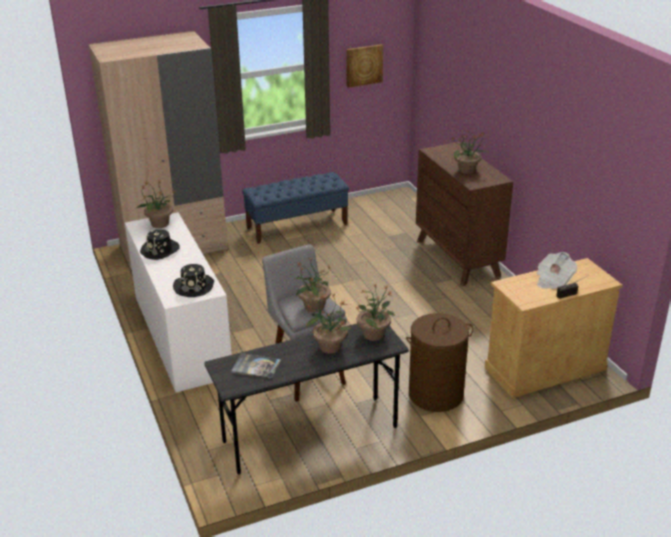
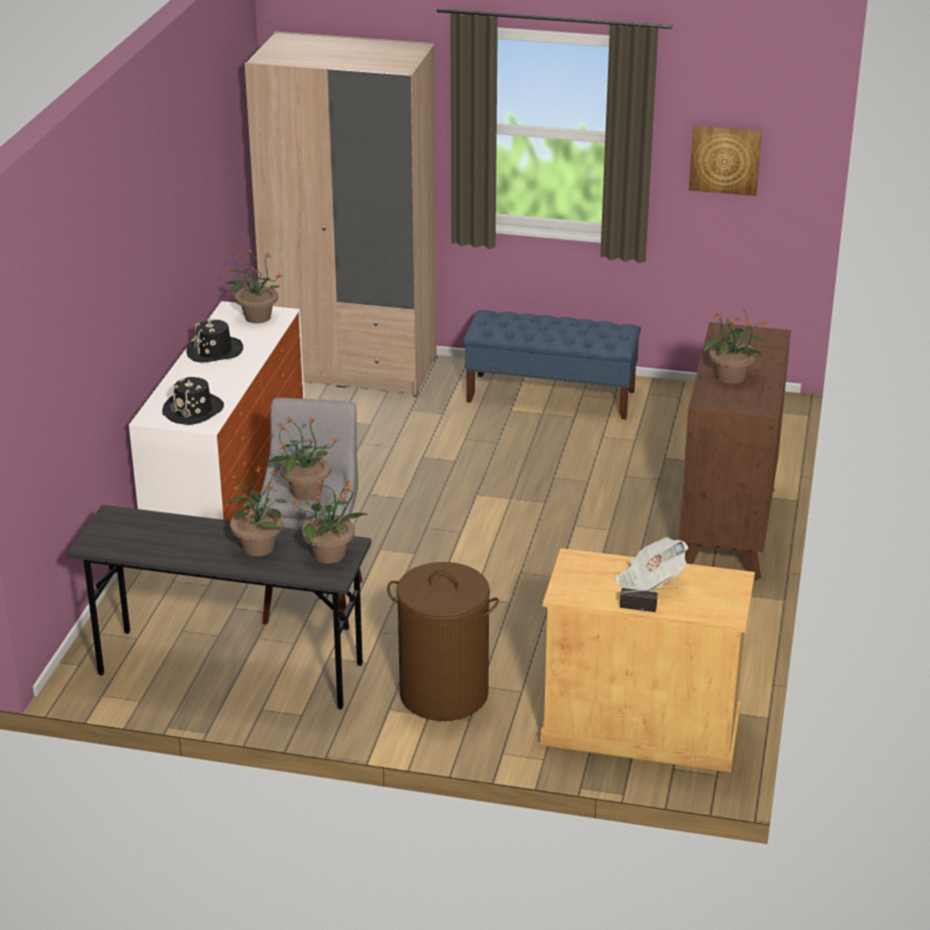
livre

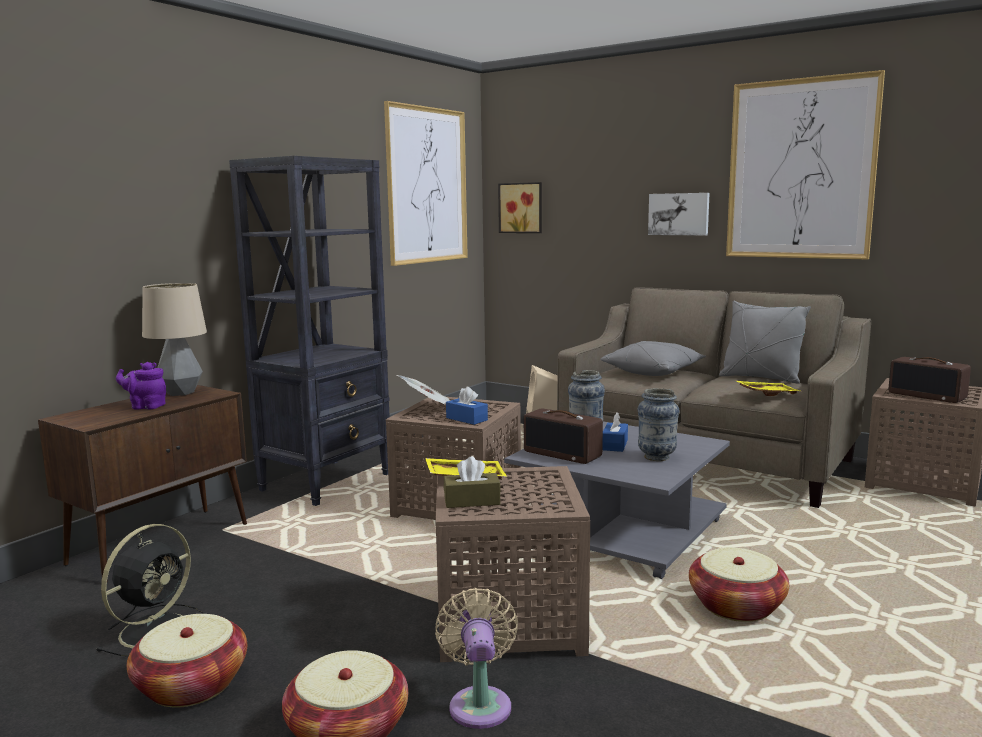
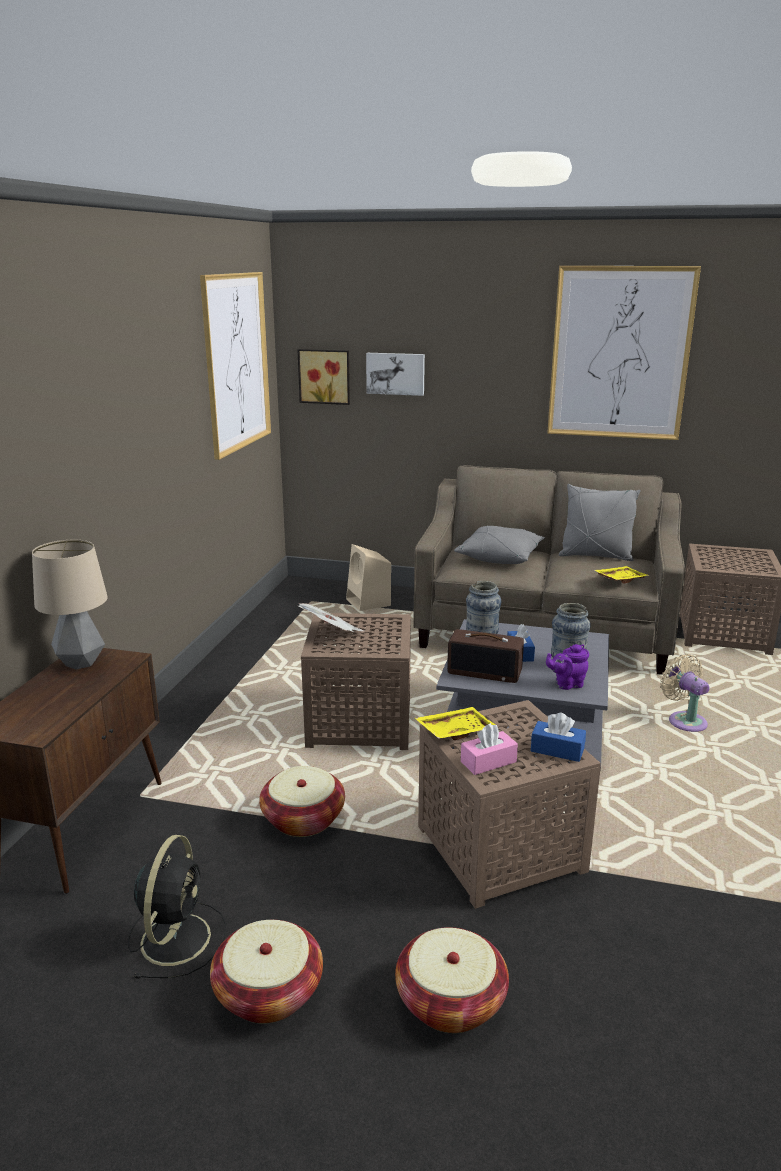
bibliothèque/noir
tableau (3rd from left)
radio (2nd from left in the first image)
théière/violet
boîte à mouchoirs/bleu (2nd from left)
boîte à mouchoirs/rose
panier (2nd from left)
ventilateur/beige

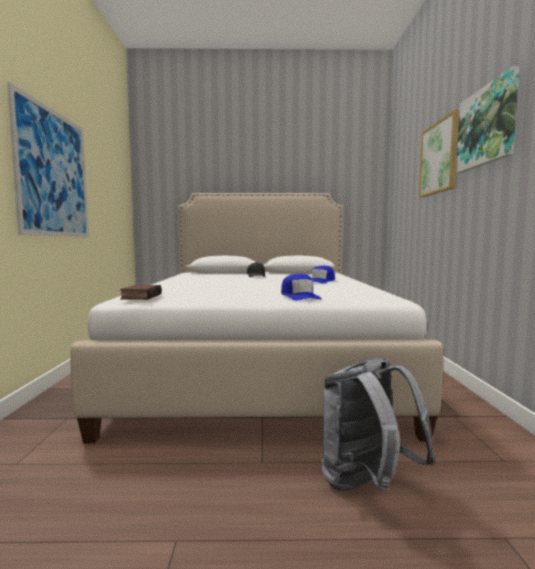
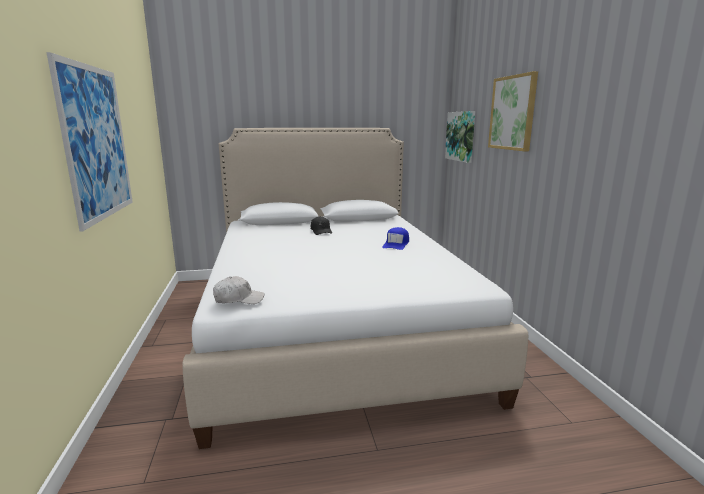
tableau (2nd from left)
casquette/bleu (1st from left in the first image)
casquette/blanc
sac à dos/gris

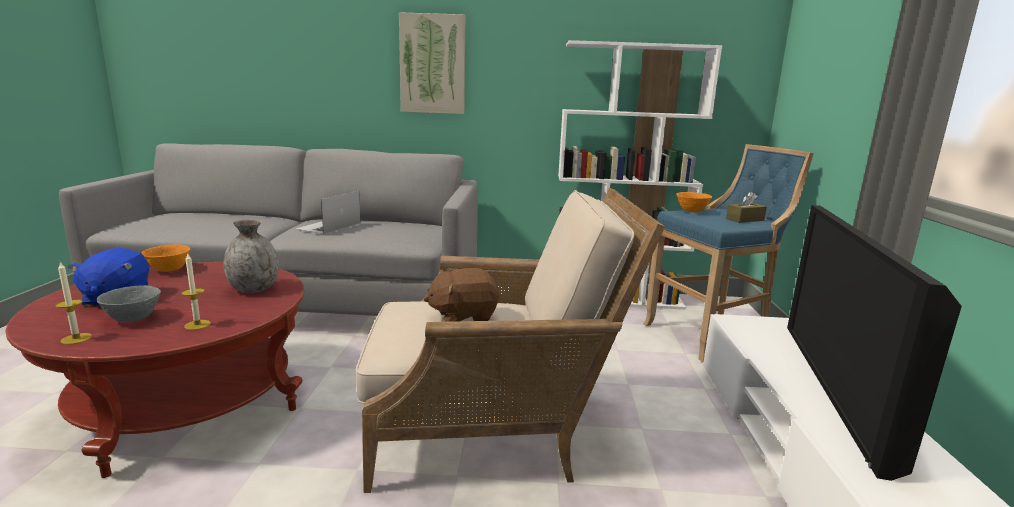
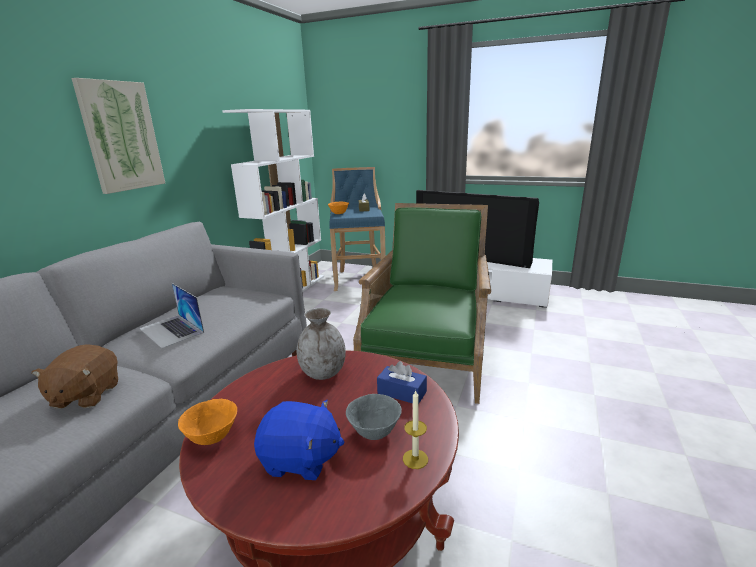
fauteuil/vert
boîte à mouchoirs/bleu
peluche/marron

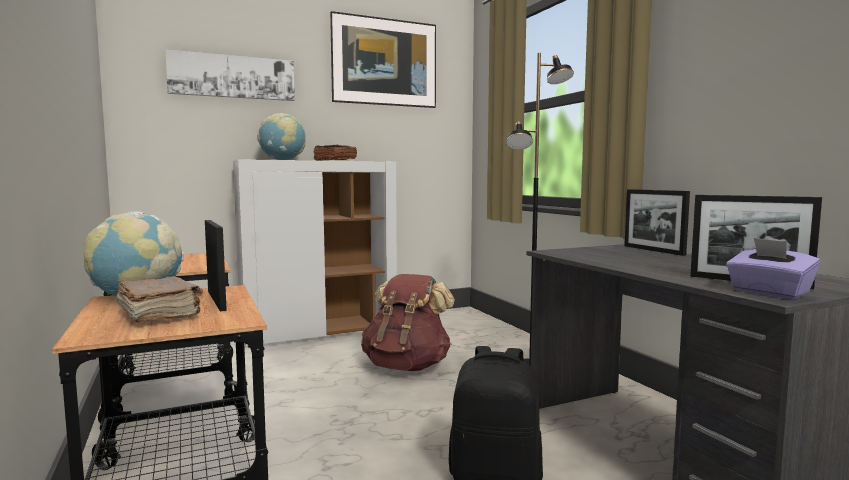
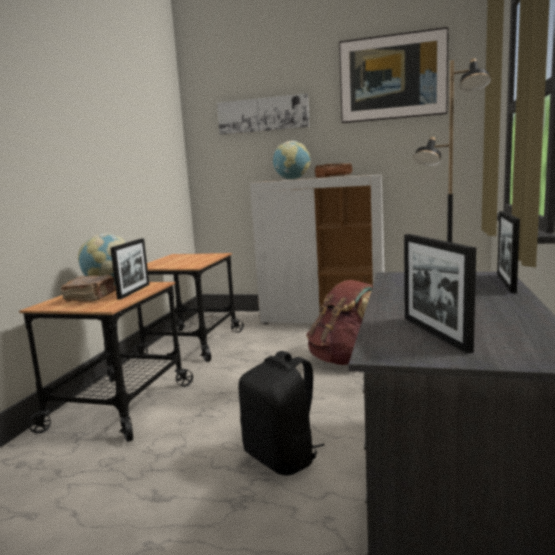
boîte à mouchoirs/violet

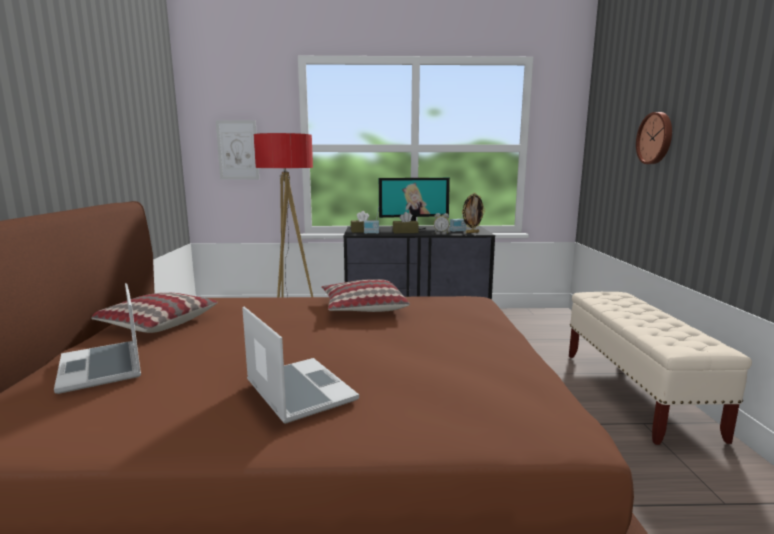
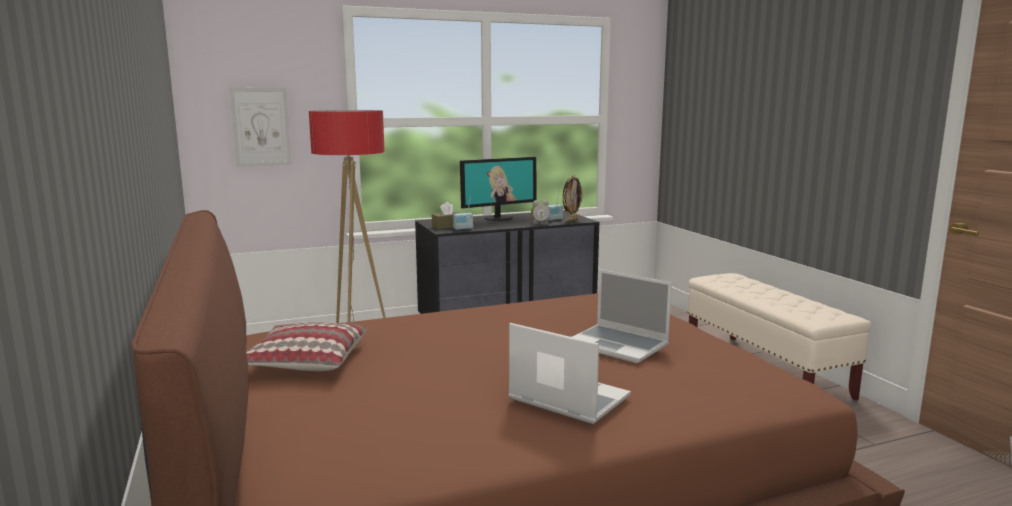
horloge murale
boîte à mouchoirs/marron (2nd from left in the first image)
coussin (2nd from left in the first image)
ordinateur portable (2nd from left)

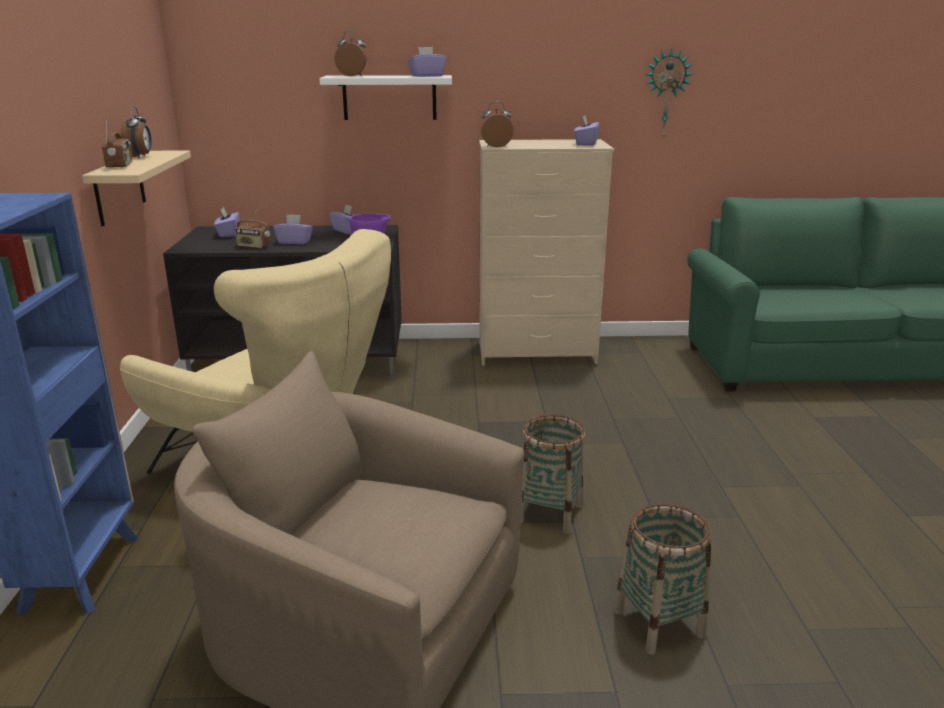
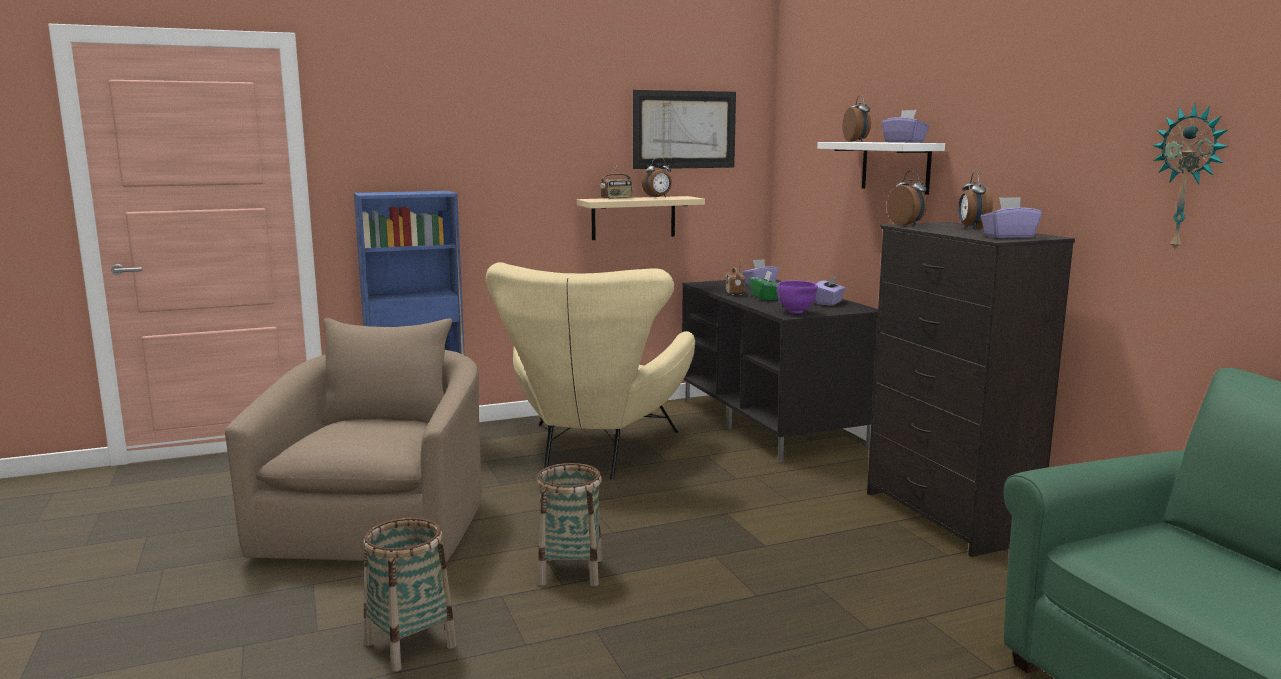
commode/noir
boîte à mouchoirs/vert
tableau
réveil (4th from left)

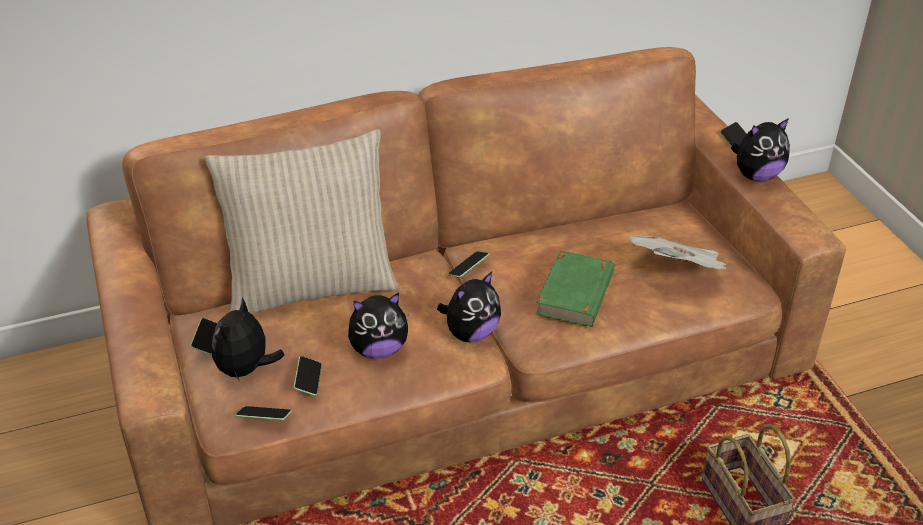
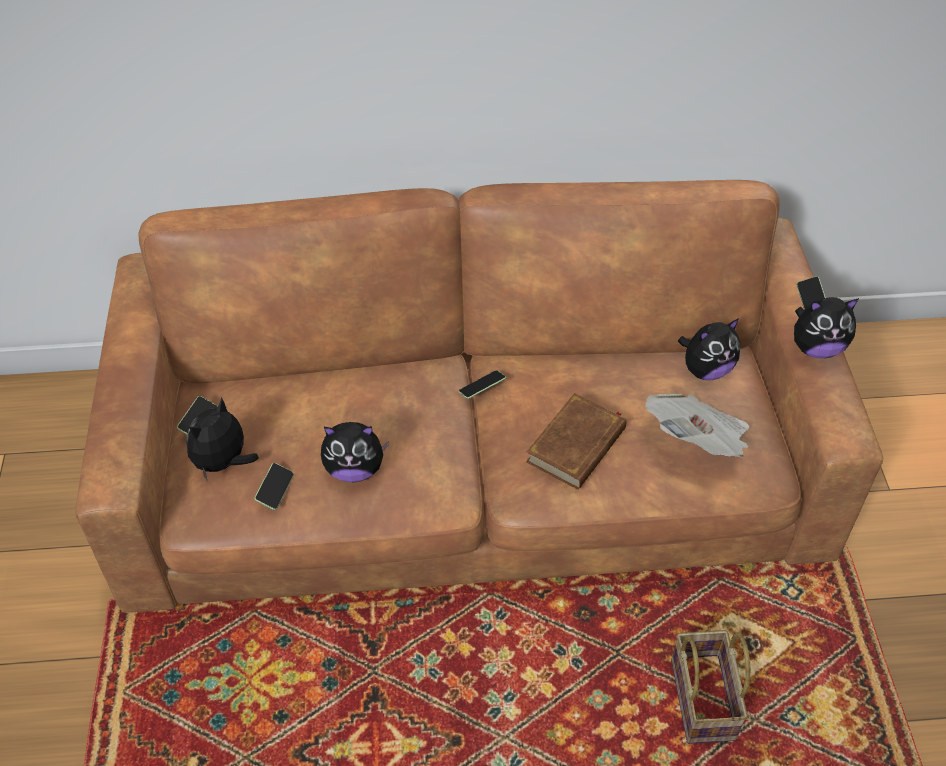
coussin/beige
livre/marron
peluche (3rd from left)
téléphone (2nd from left in the first image)

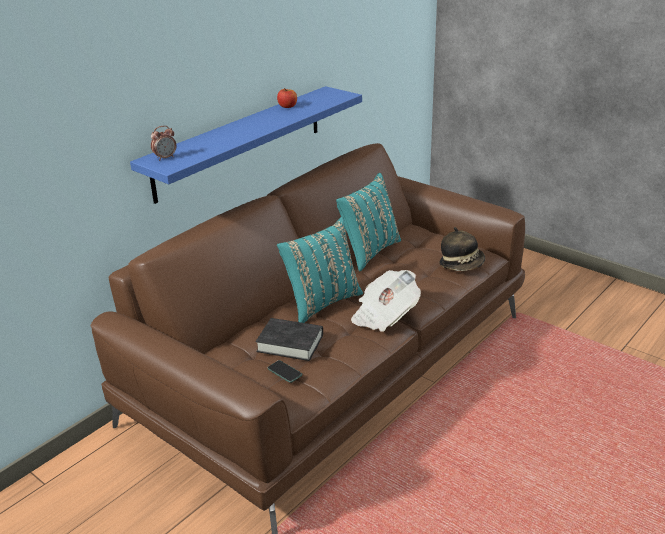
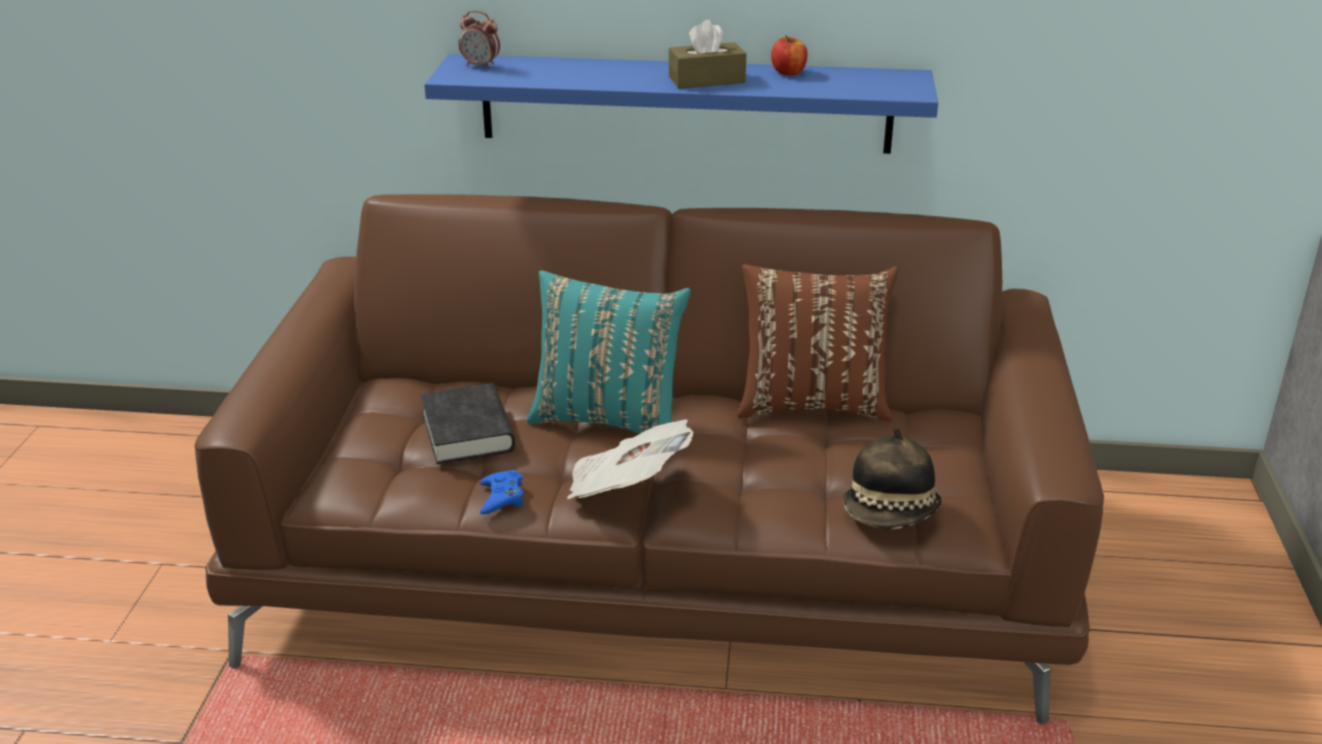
coussin/marron
téléphone
boîte à mouchoirs/marron
manette/bleu

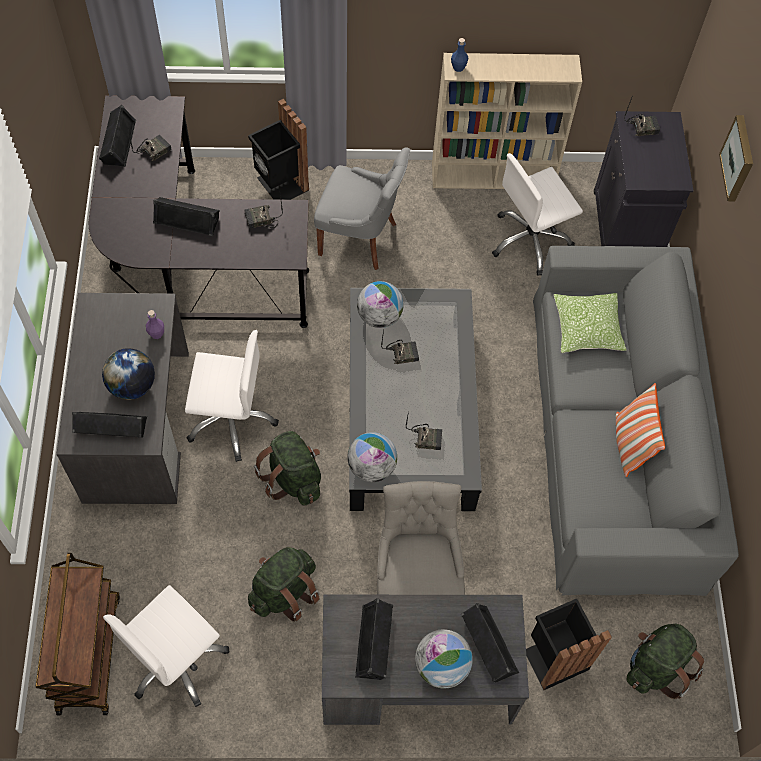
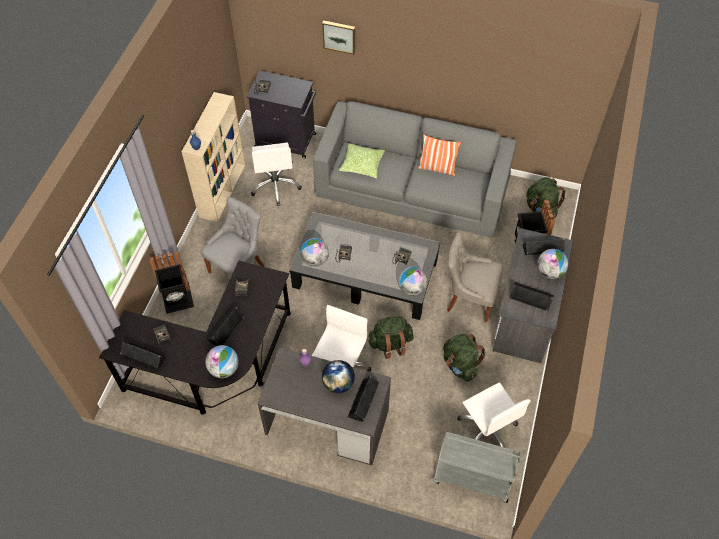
chariot/gris
globe (1st from left)

